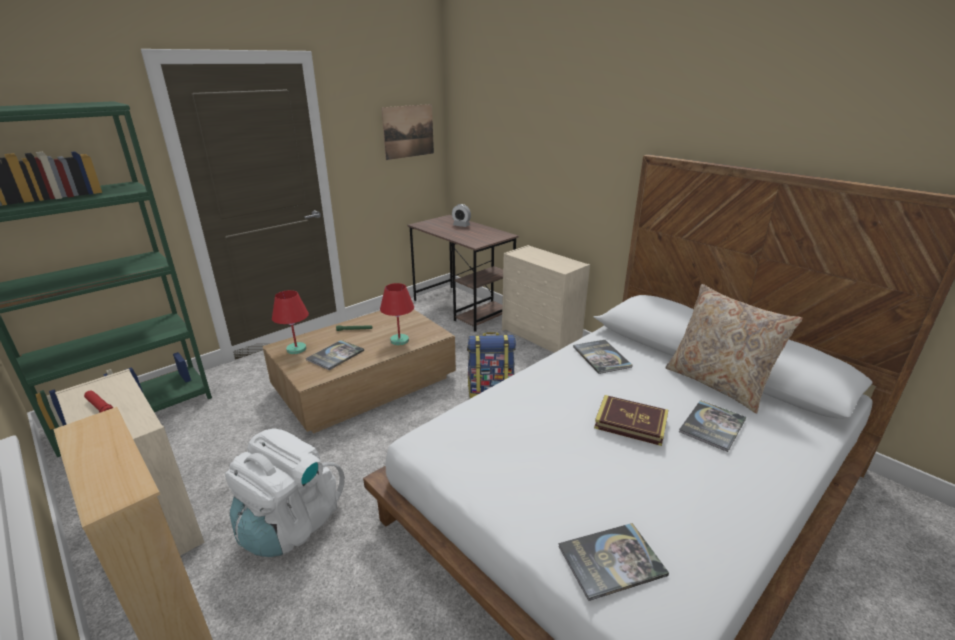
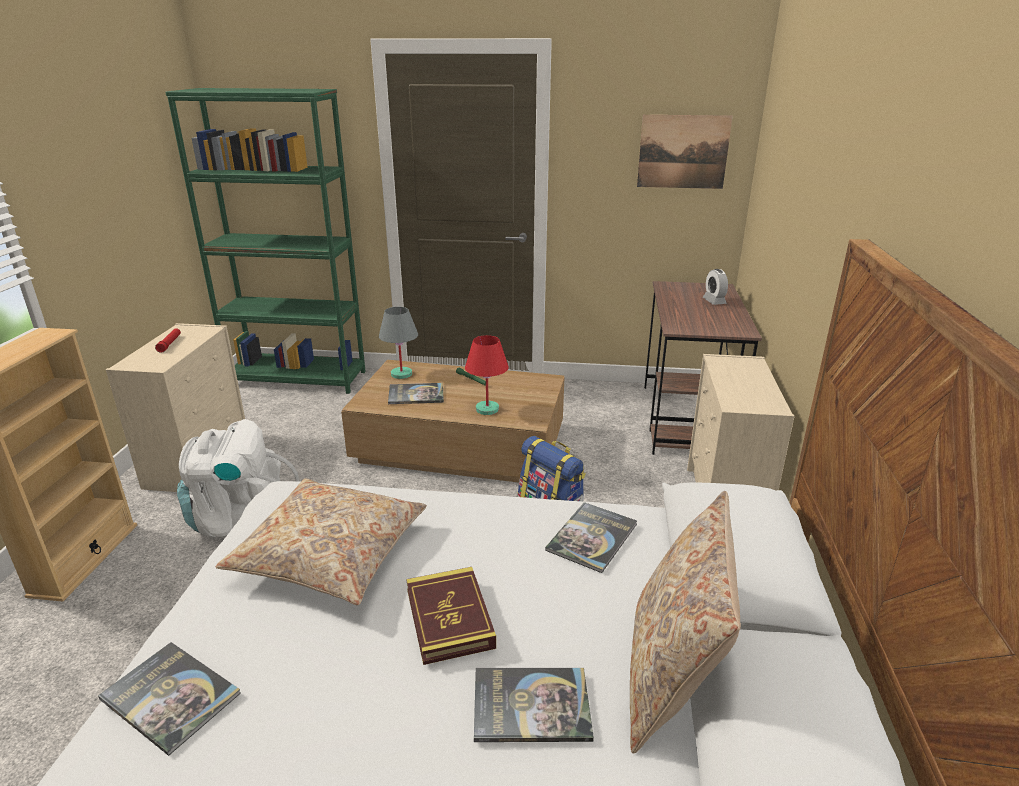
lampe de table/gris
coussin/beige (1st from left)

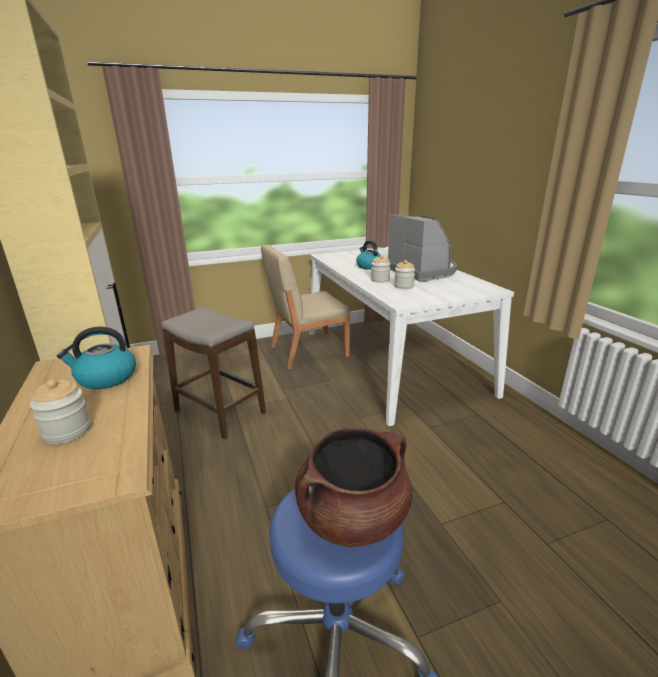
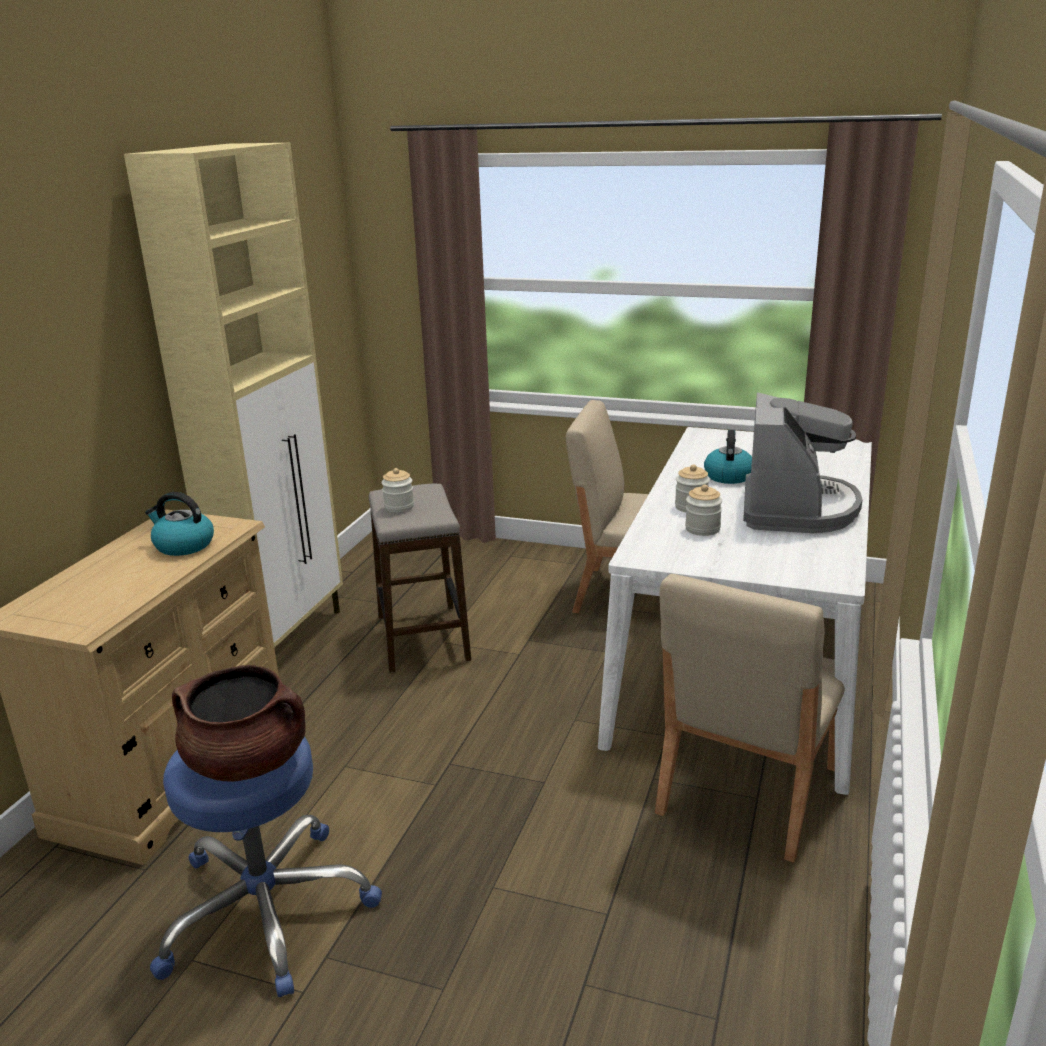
bocal (1st from left)
chaise/beige (2nd from left)

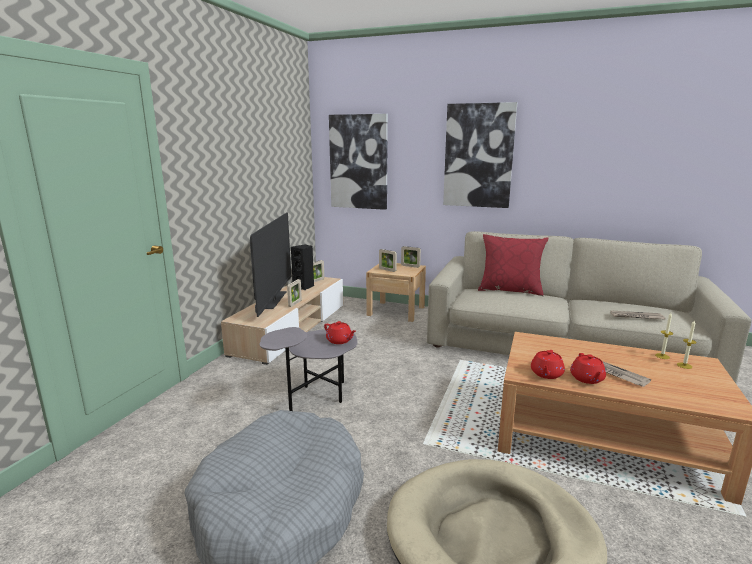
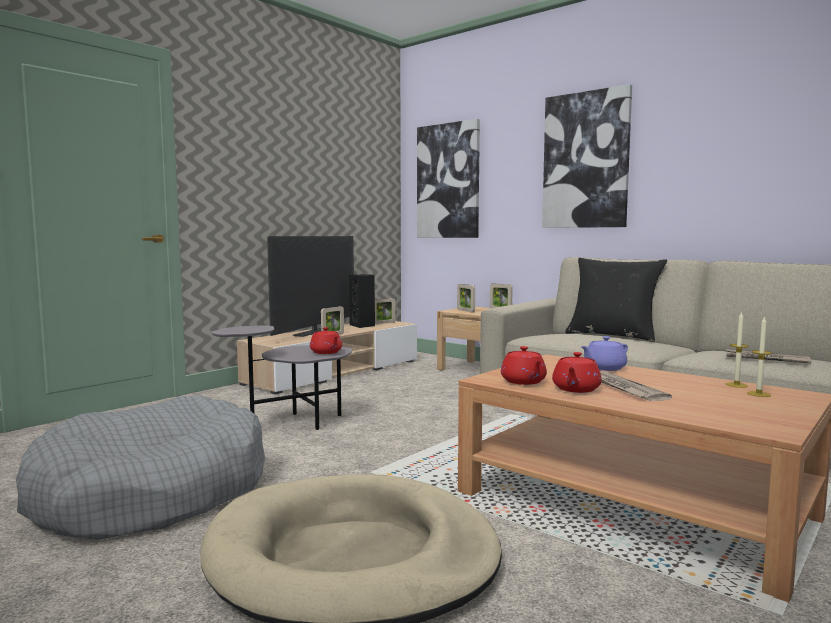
coussin/noir
théière/rouge (2nd from left)
théière/violet

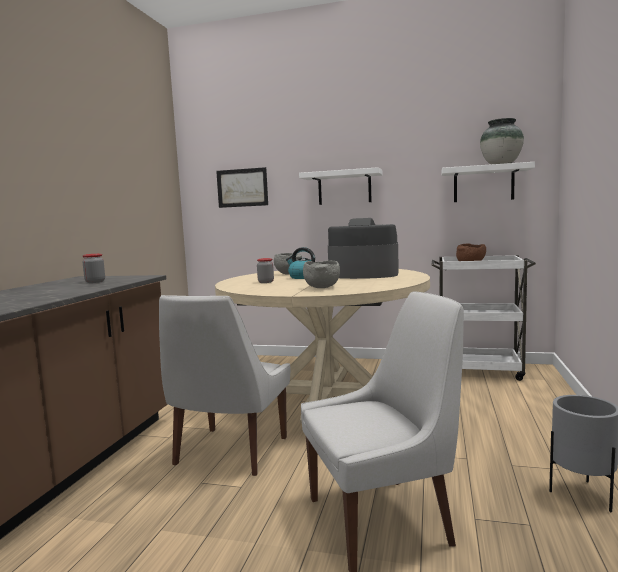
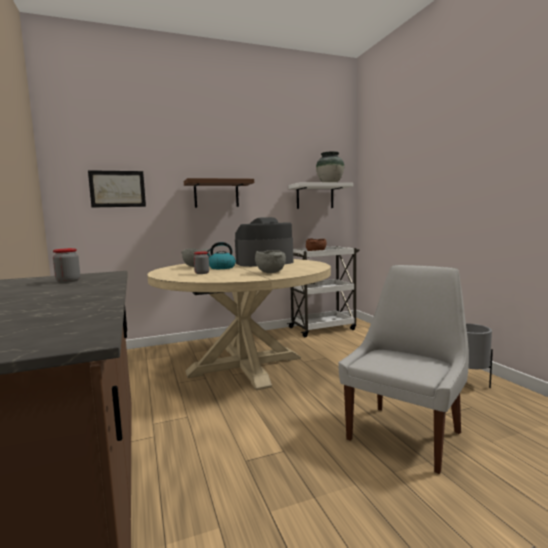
étagère/marron
chaise/blanc (1st from left in the first image)

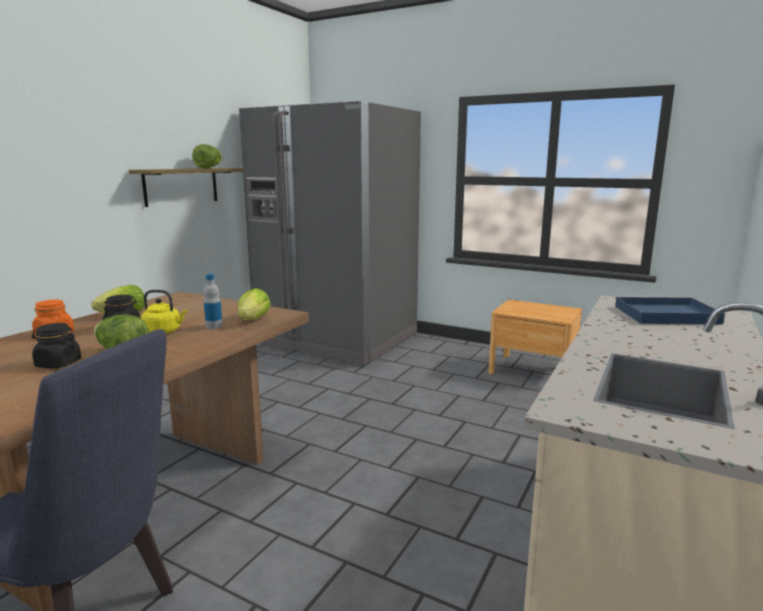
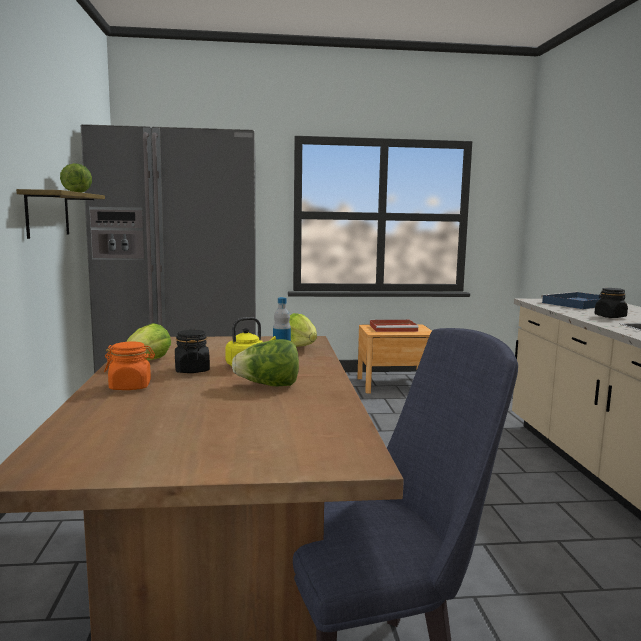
bocal/noir (2nd from left)
plateau/rouge

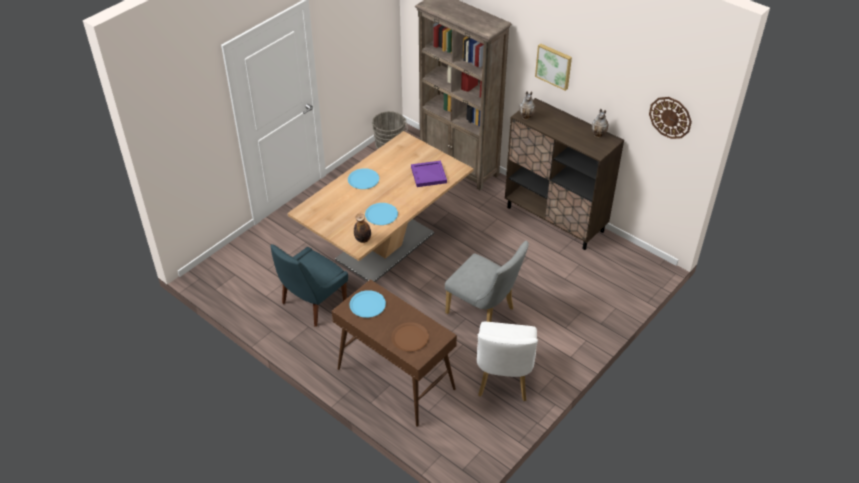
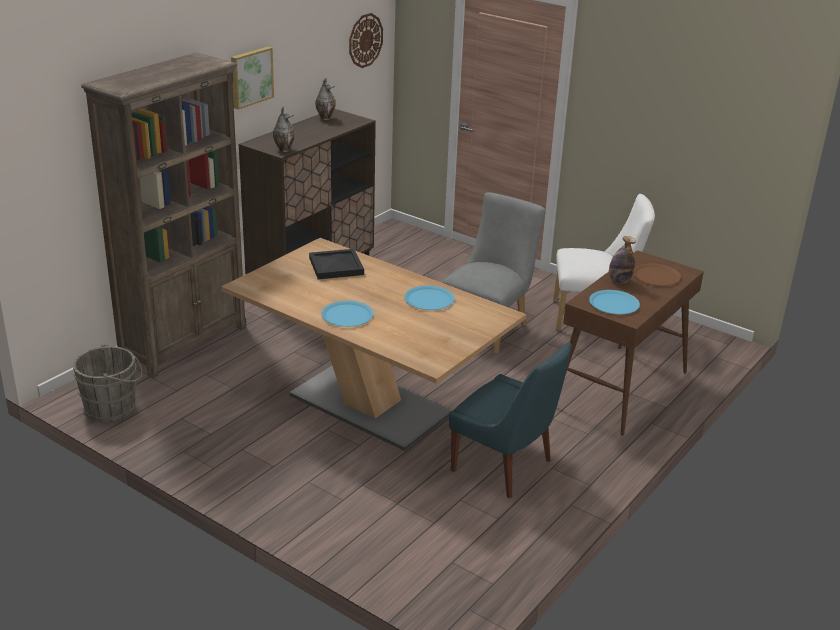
plateau/noir
bouteille

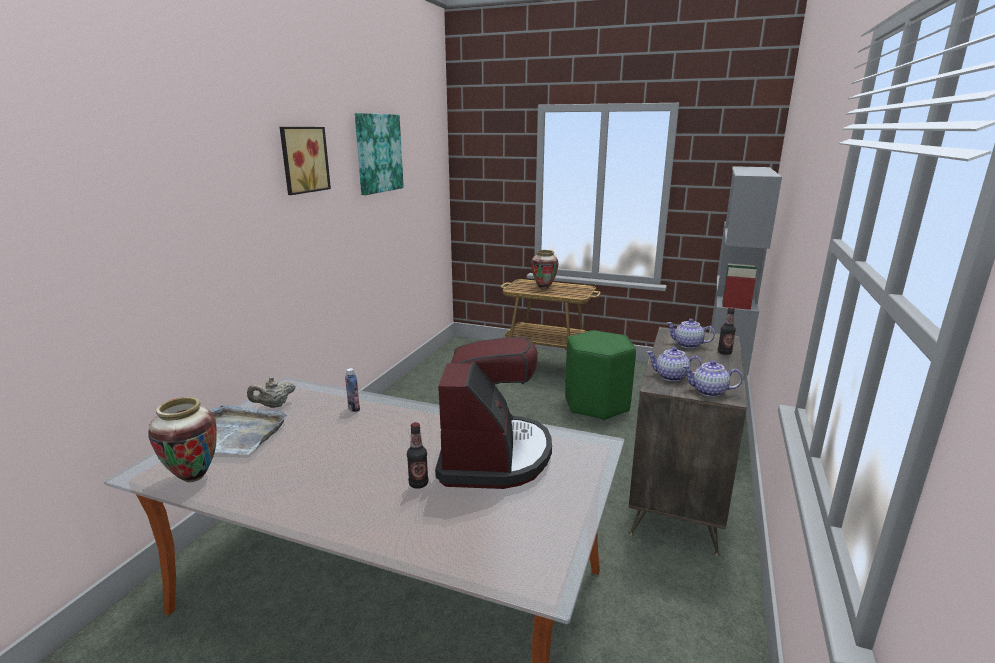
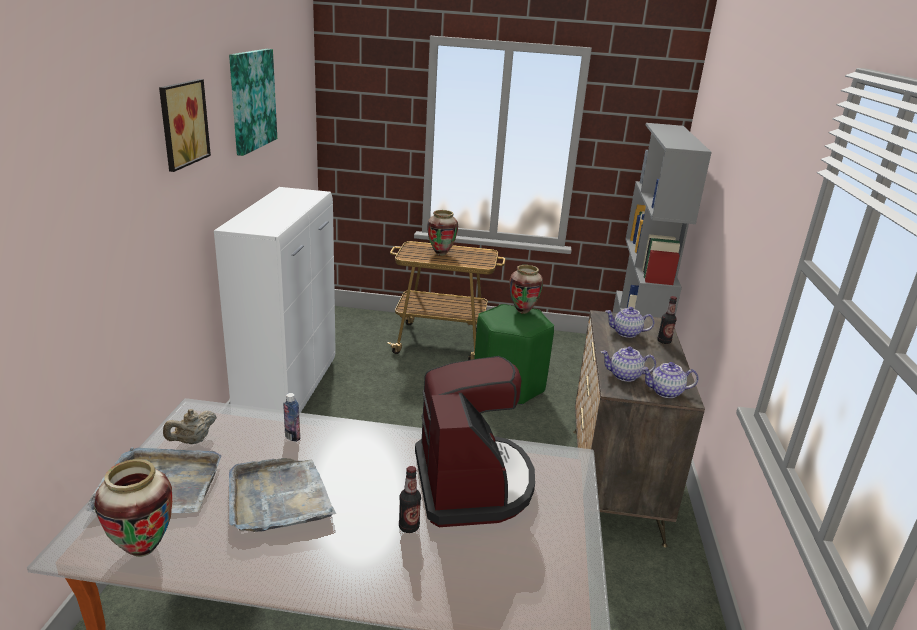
meuble de rangement/blanc
vase (3rd from left)
plateau/gris (2nd from left)

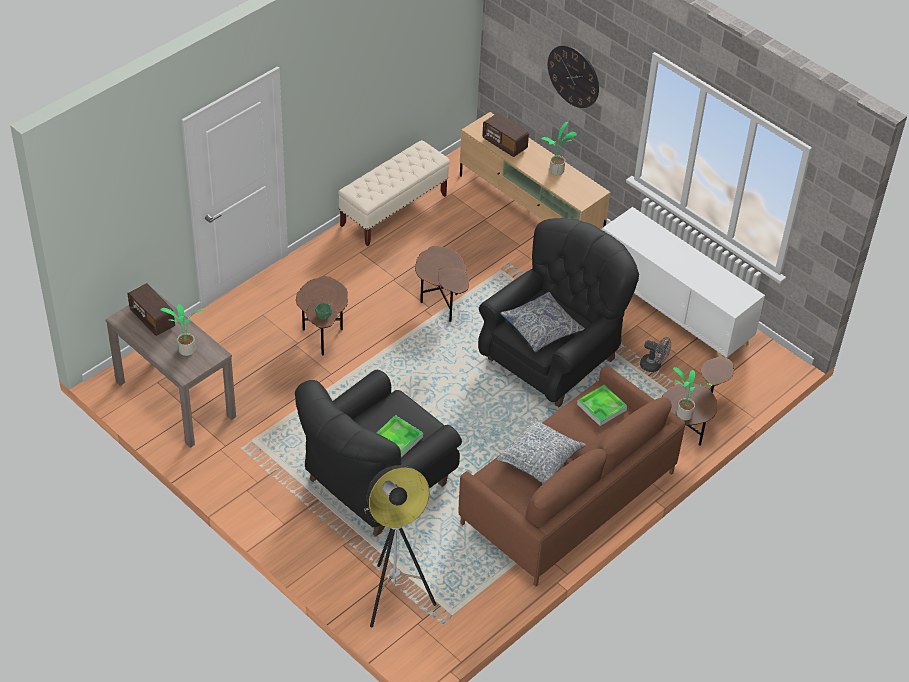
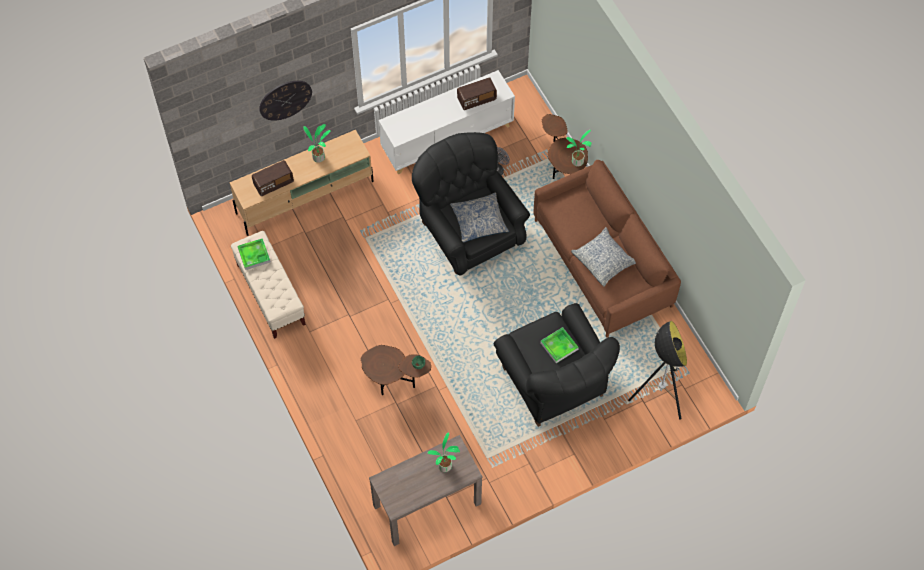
table d'appoint/marron (2nd from left in the first image)
radio (2nd from left)
plateau (1st from left)

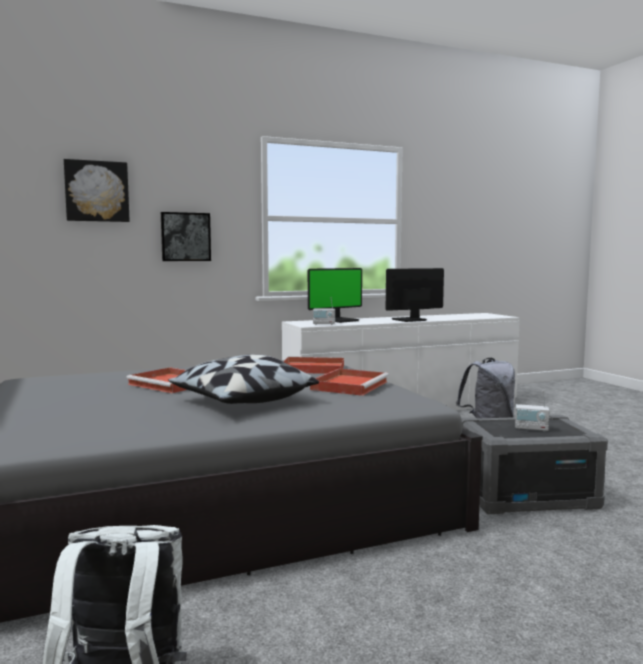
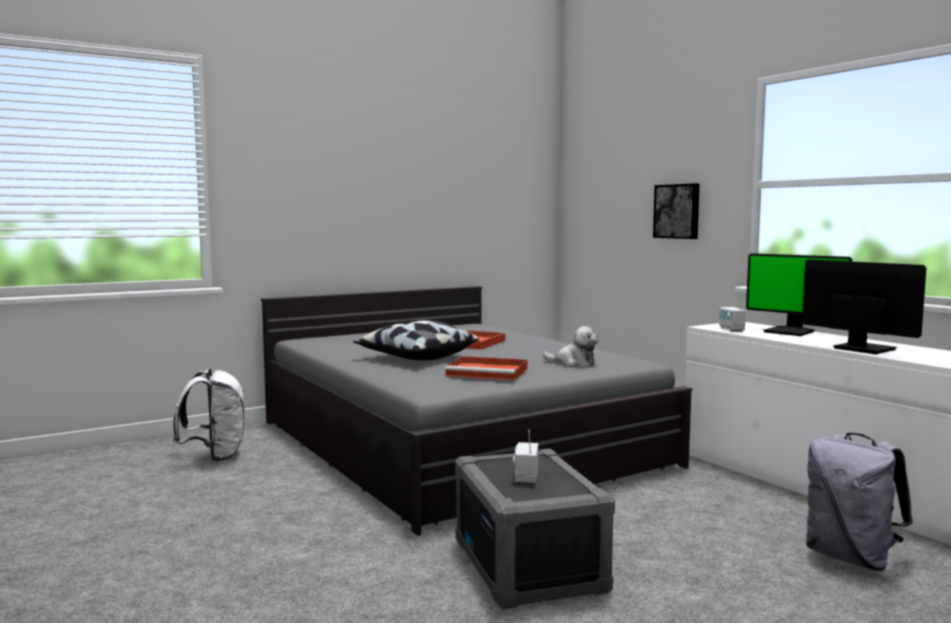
tableau (1st from left in the first image)
peluche

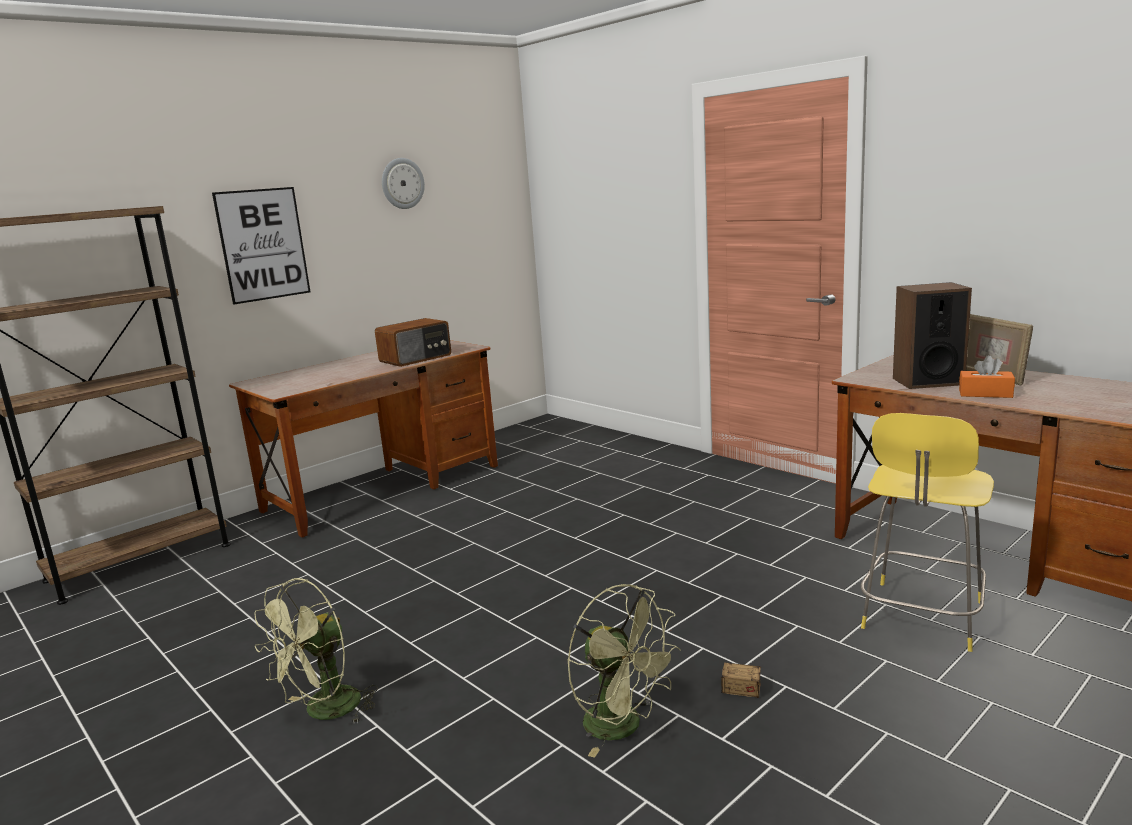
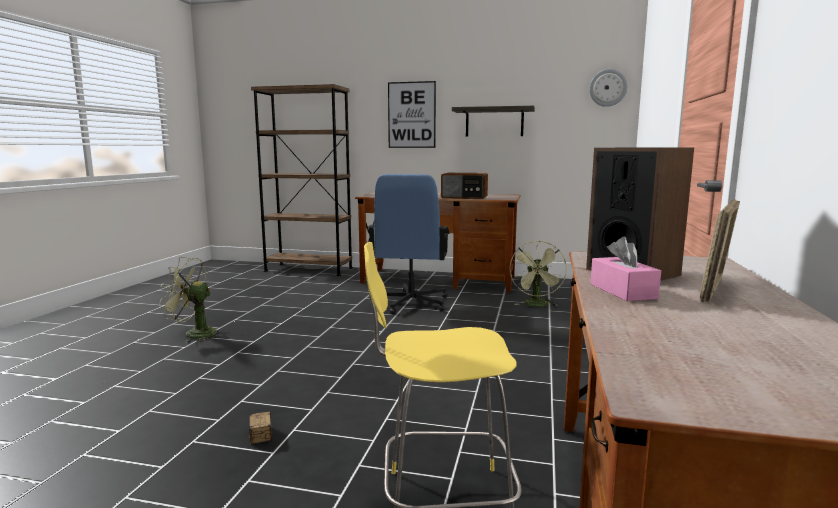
horloge murale
boîte à mouchoirs/rose
ventilateur/vert (2nd from left)
étagère
chaise de bureau/bleu

